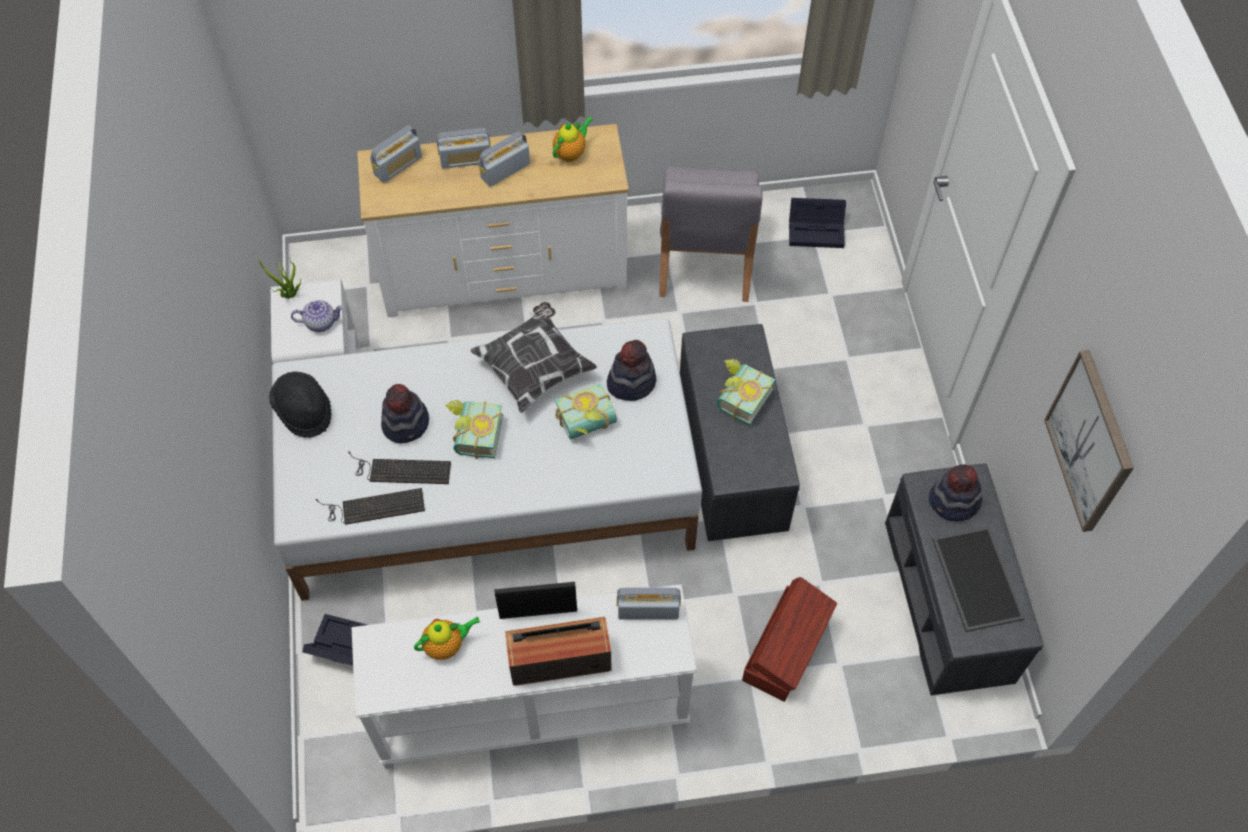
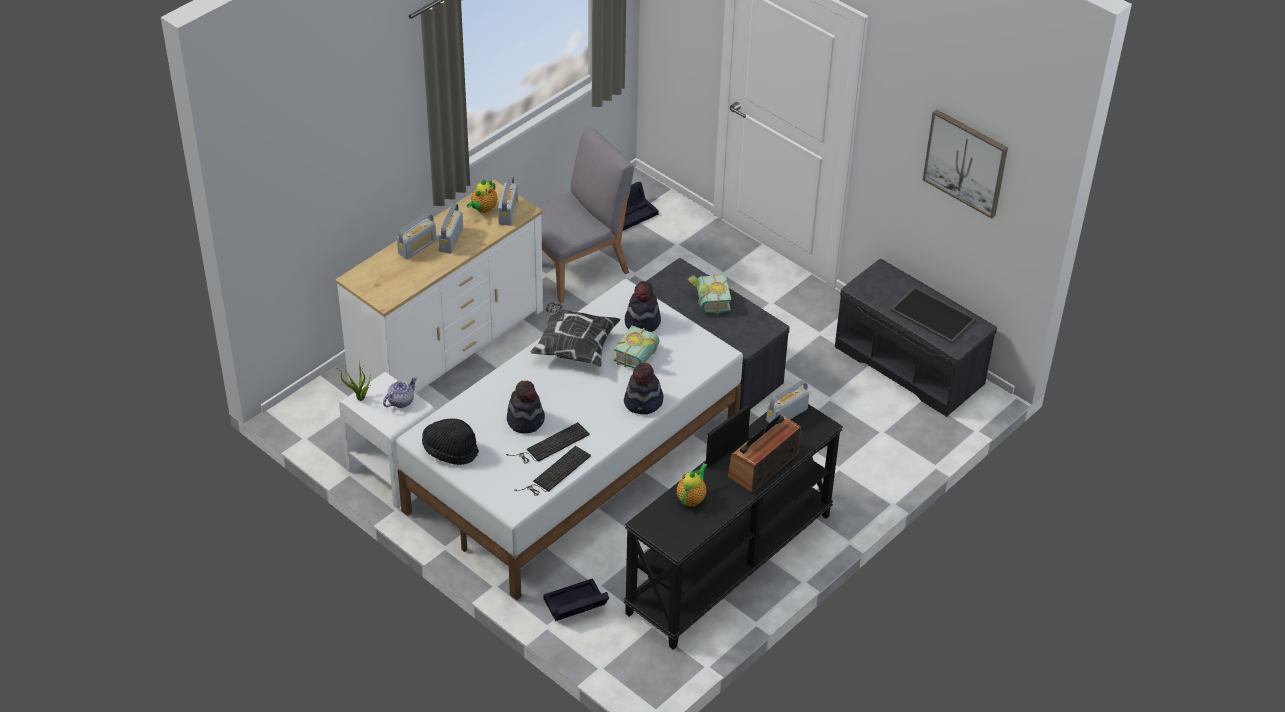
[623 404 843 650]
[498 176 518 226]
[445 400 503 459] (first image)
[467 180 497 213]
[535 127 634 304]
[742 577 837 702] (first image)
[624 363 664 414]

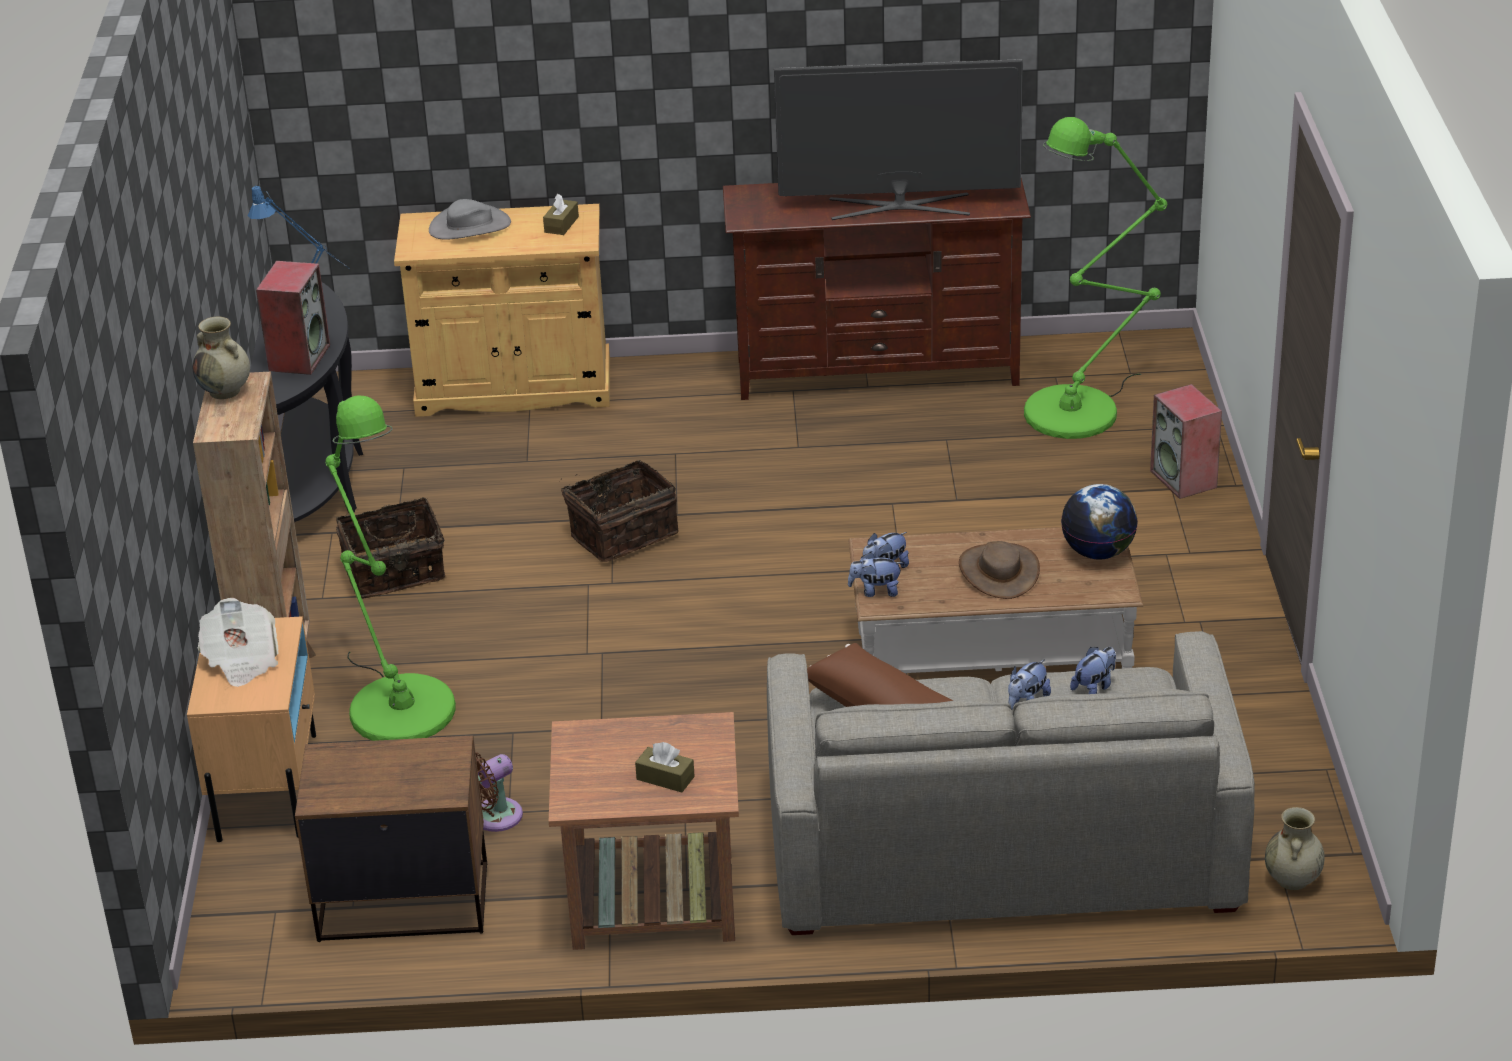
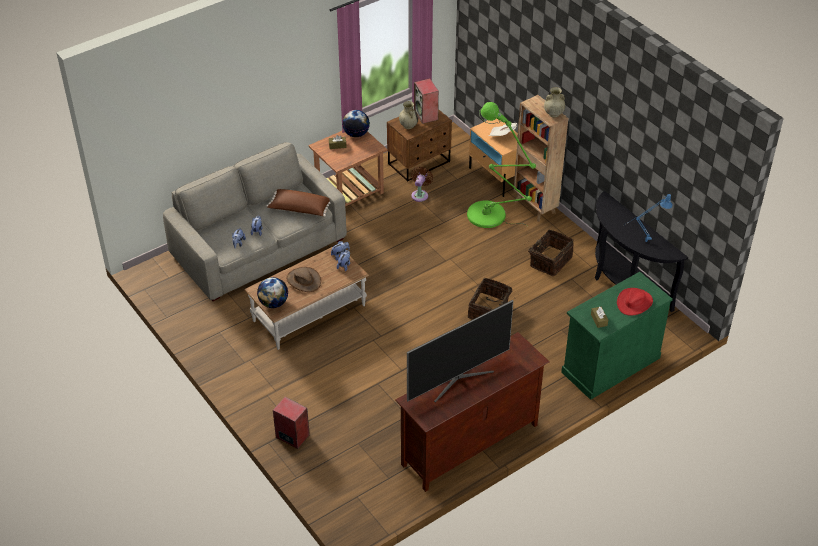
[414 78 439 124]
[561 272 673 400]
[617 288 653 316]
[1024 117 1167 439] (first image)
[399 101 418 129]
[342 110 370 137]

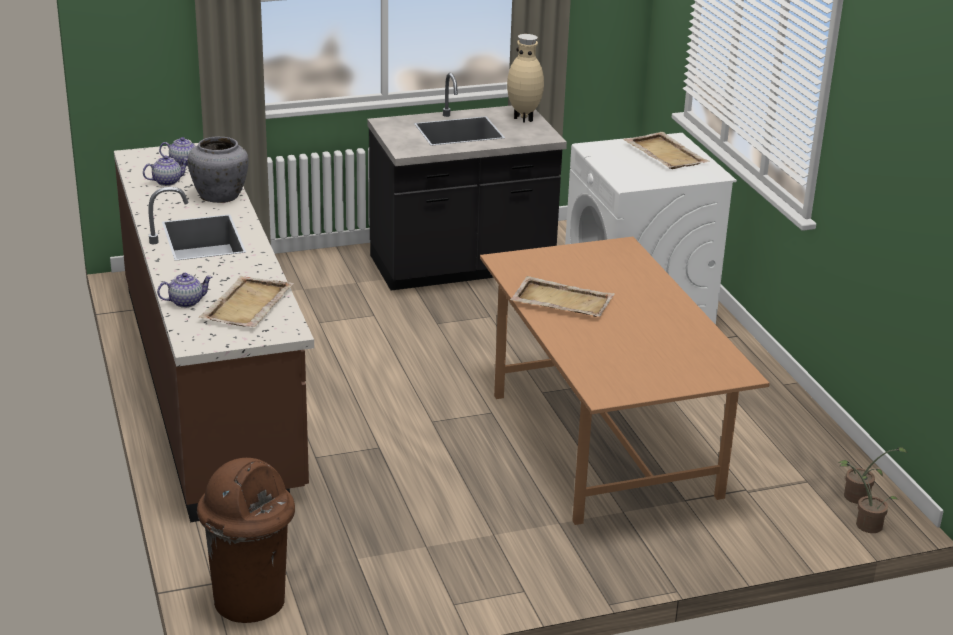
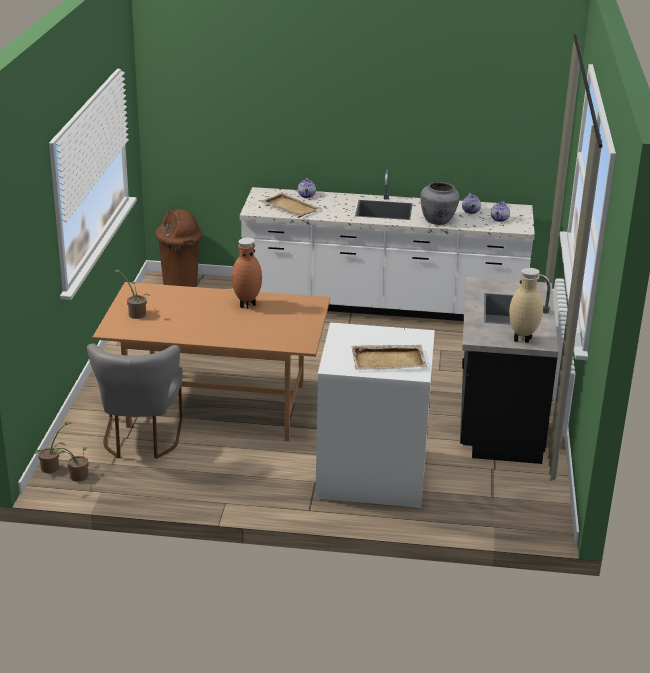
[240 169 535 321]
[232 238 262 309]
[87 343 183 459]
[115 270 150 319]

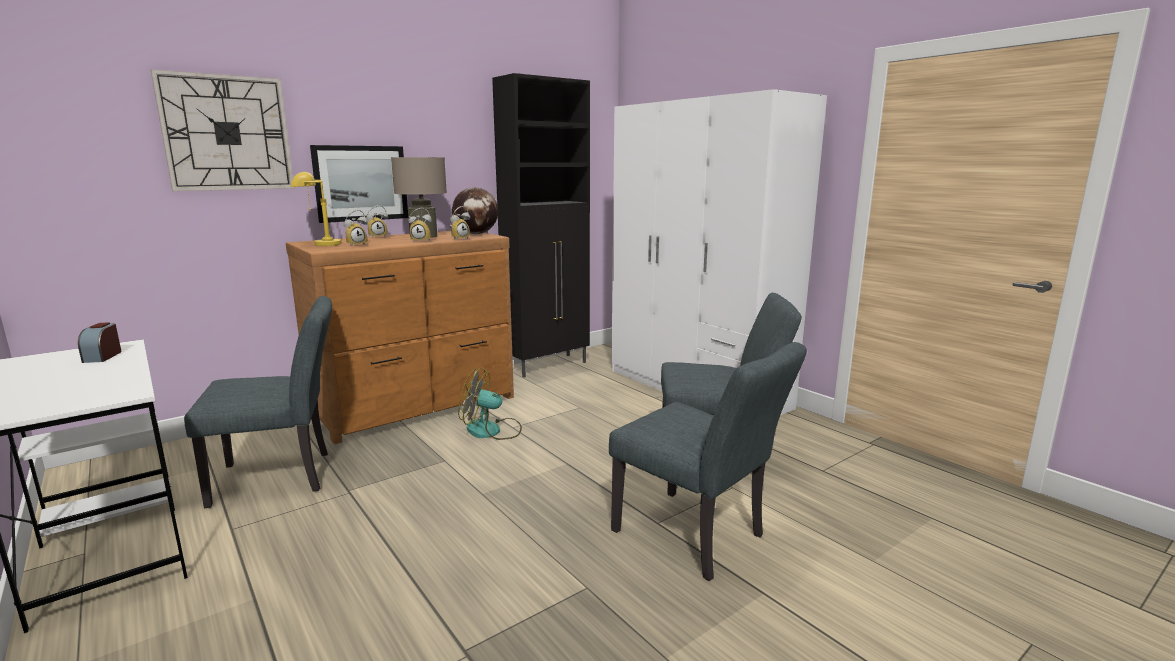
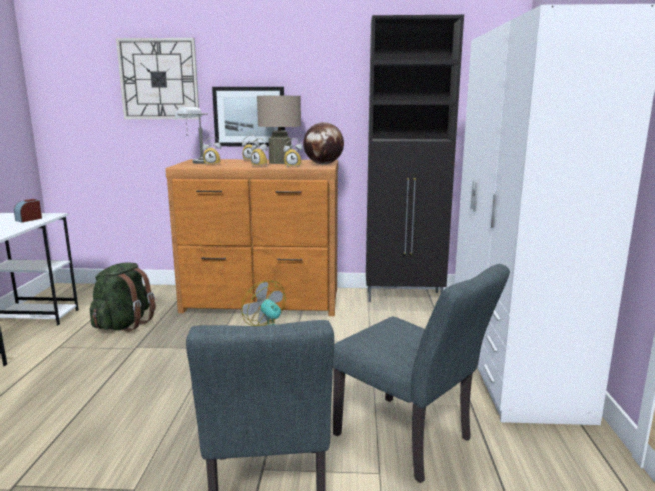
[90 262 156 332]
[175 107 208 164]

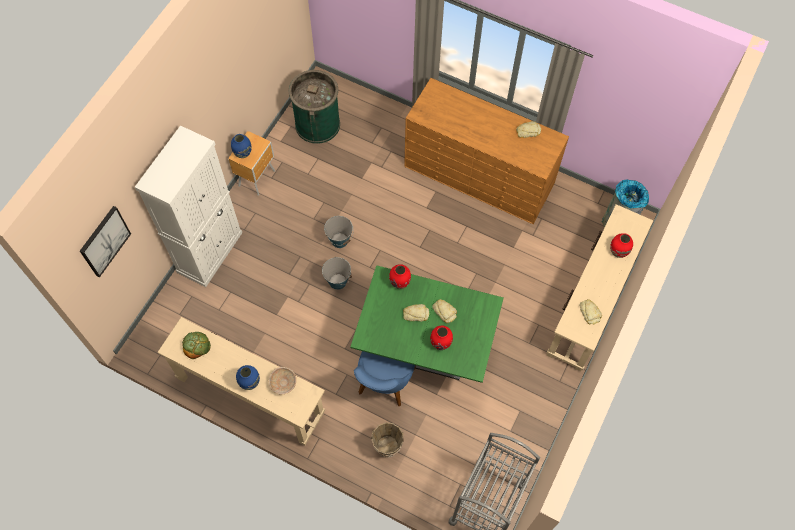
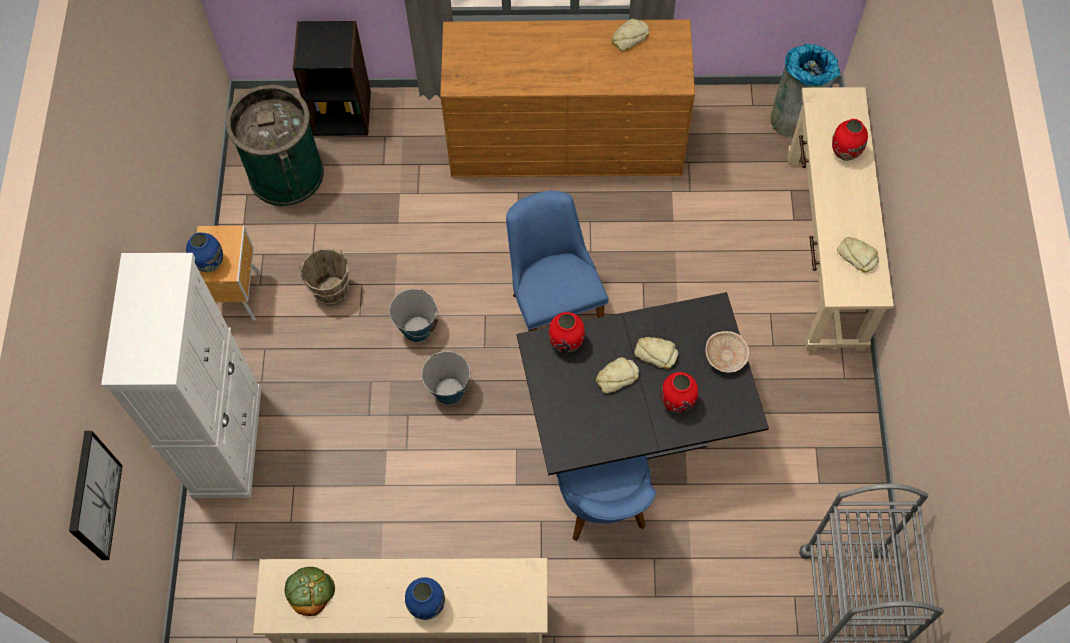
[705 331 750 373]
[517 292 769 475]
[299 249 349 306]
[293 21 371 136]
[506 191 609 331]

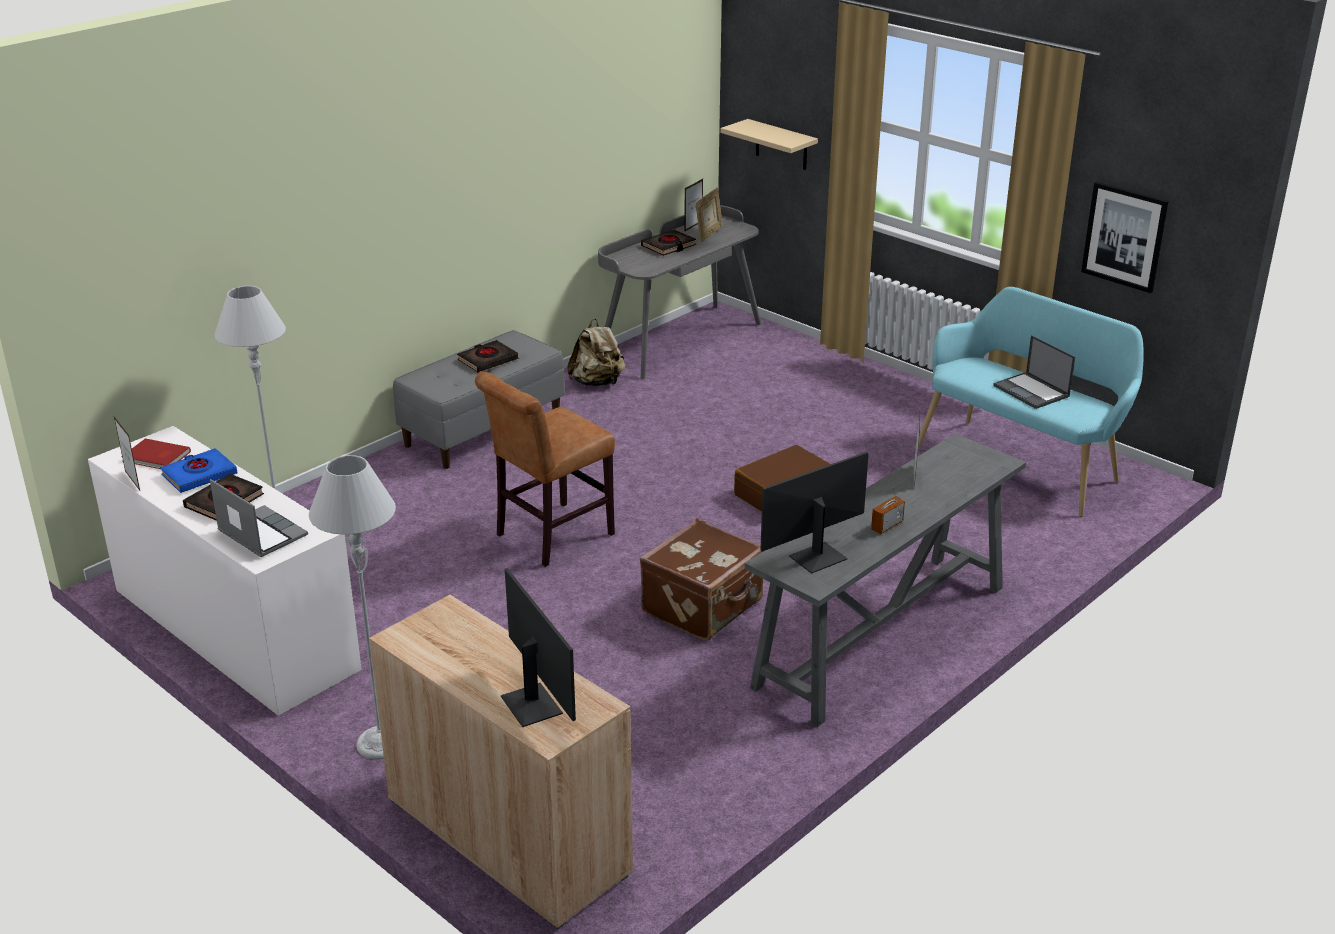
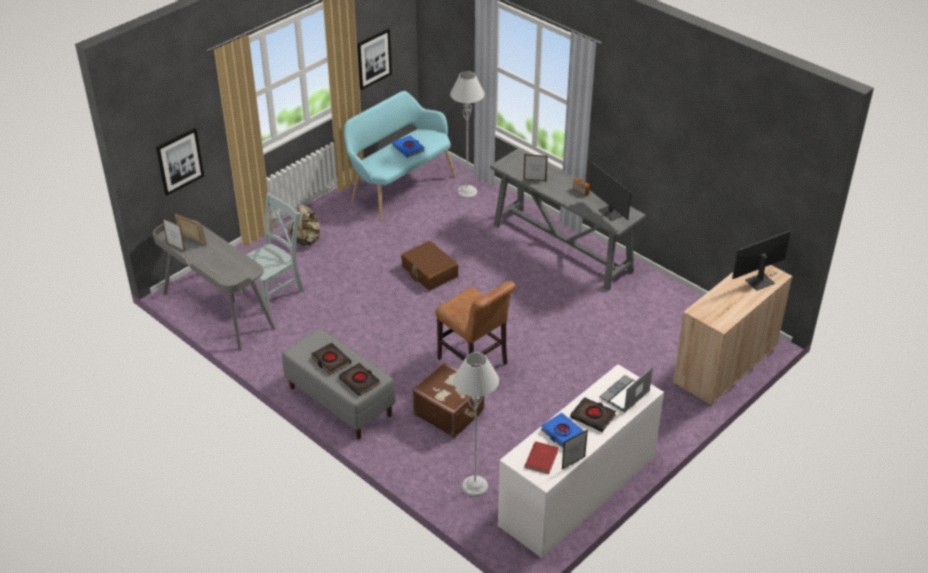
[450 71 485 198]
[288 205 320 246]
[412 362 484 438]
[339 363 380 396]
[156 128 204 196]
[392 136 425 158]
[241 192 304 312]

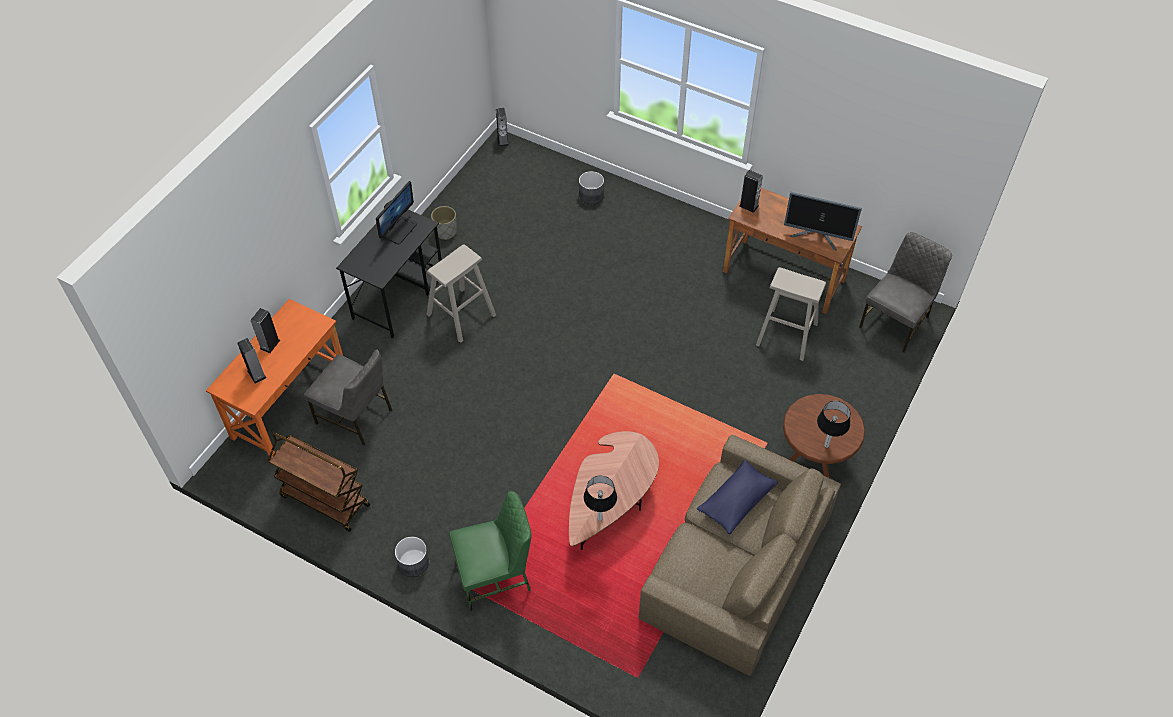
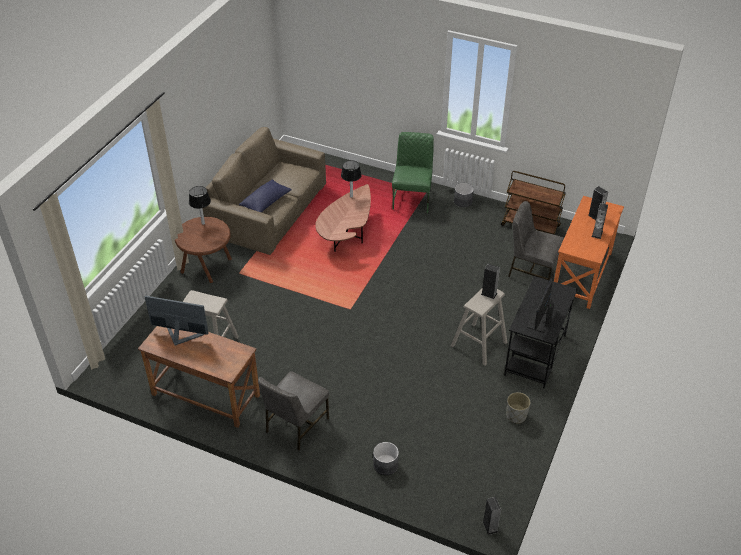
[392 132 434 213]
[481 264 500 299]
[258 371 329 451]

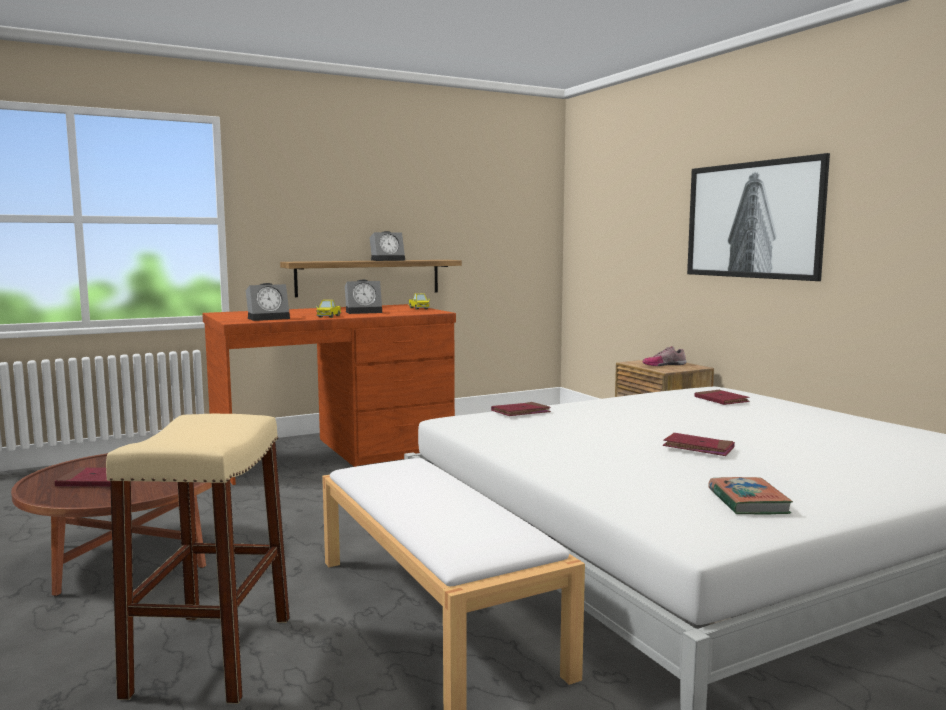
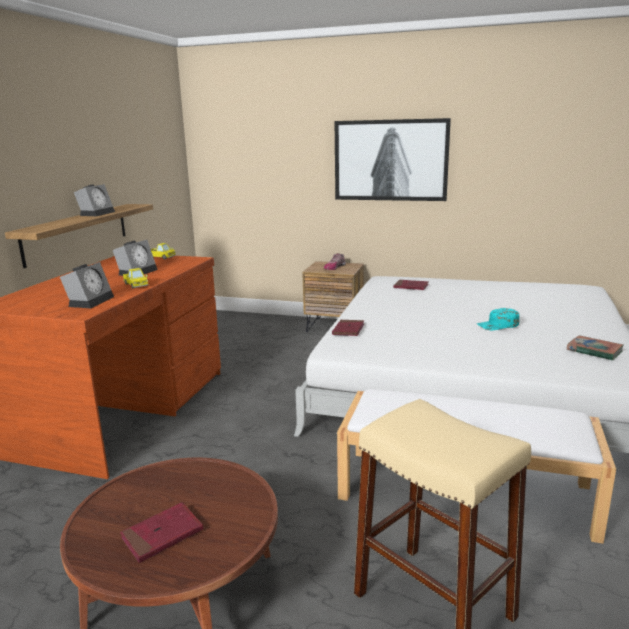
[477 308 519 330]

